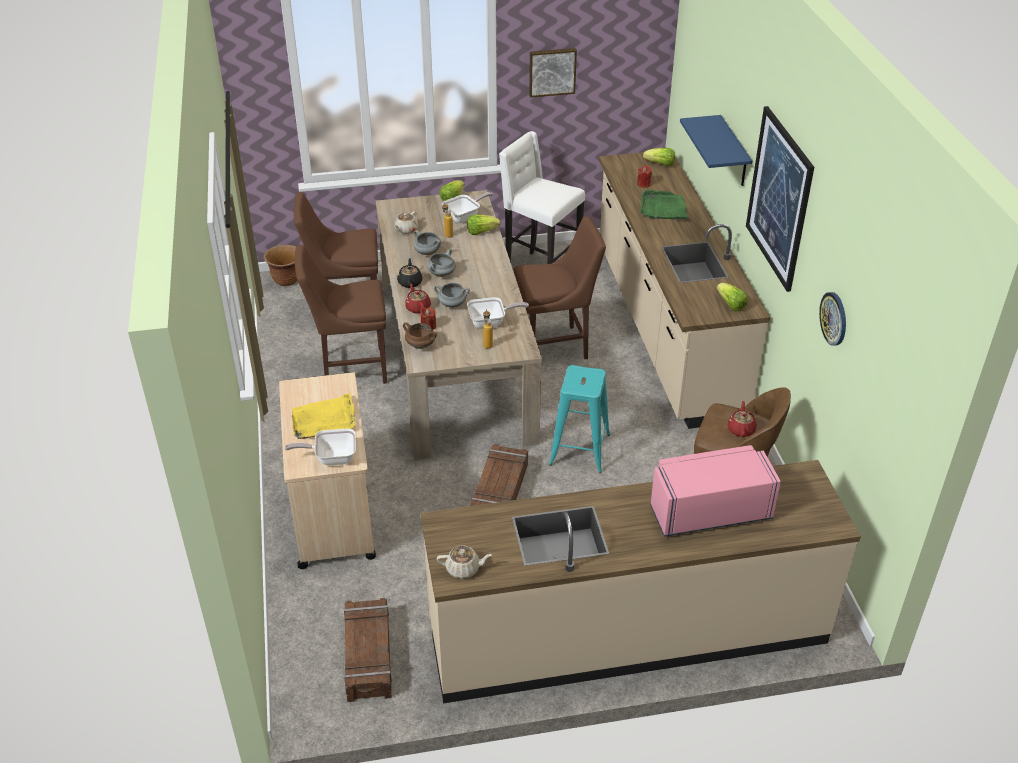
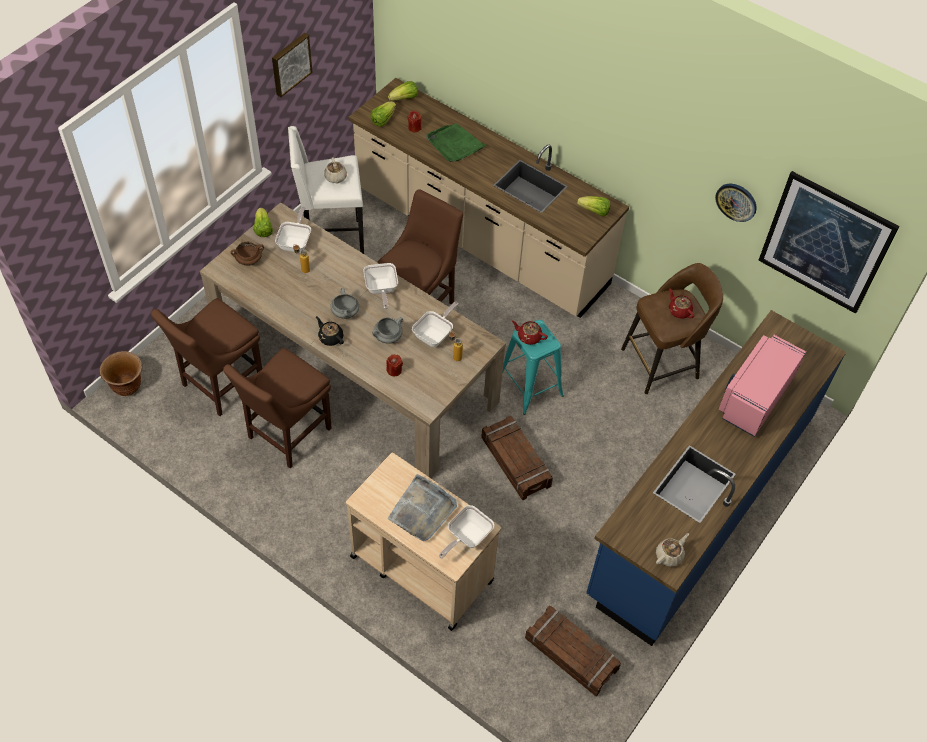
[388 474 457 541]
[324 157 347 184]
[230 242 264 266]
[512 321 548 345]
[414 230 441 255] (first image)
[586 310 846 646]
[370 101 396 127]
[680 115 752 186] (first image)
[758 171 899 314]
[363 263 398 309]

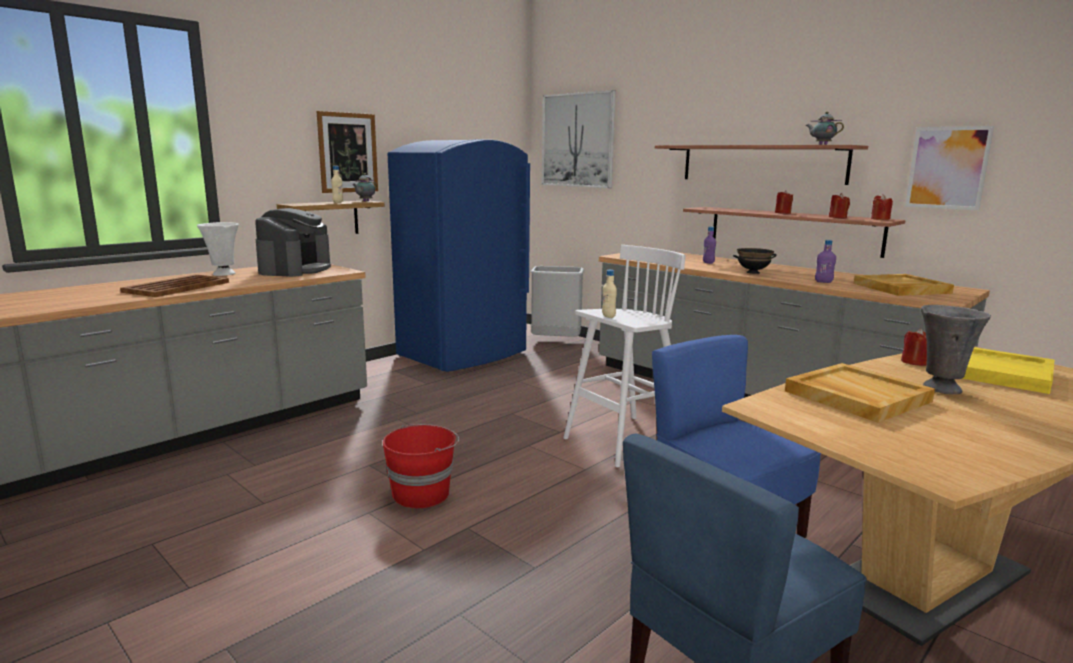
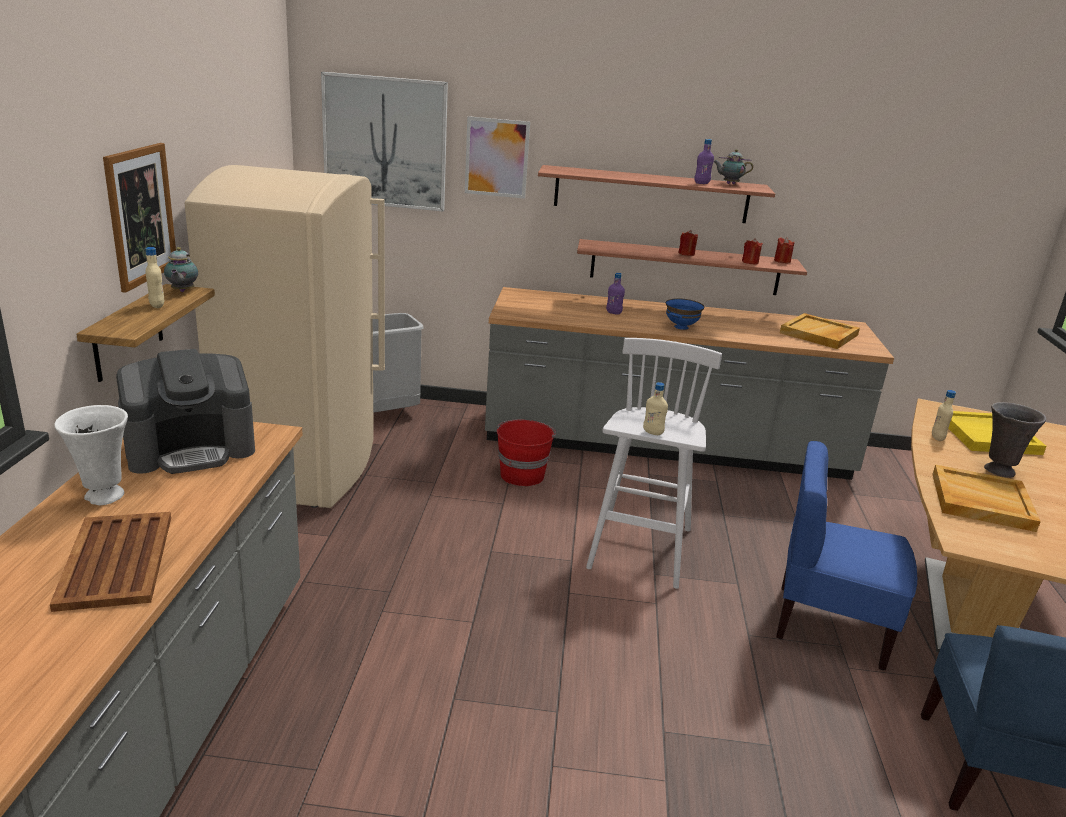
[116 349 255 474]
[497 420 556 486]
[185 165 385 508]
[666 298 704 330]
[694 139 714 184]
[932 390 956 441]
[465 116 530 199]

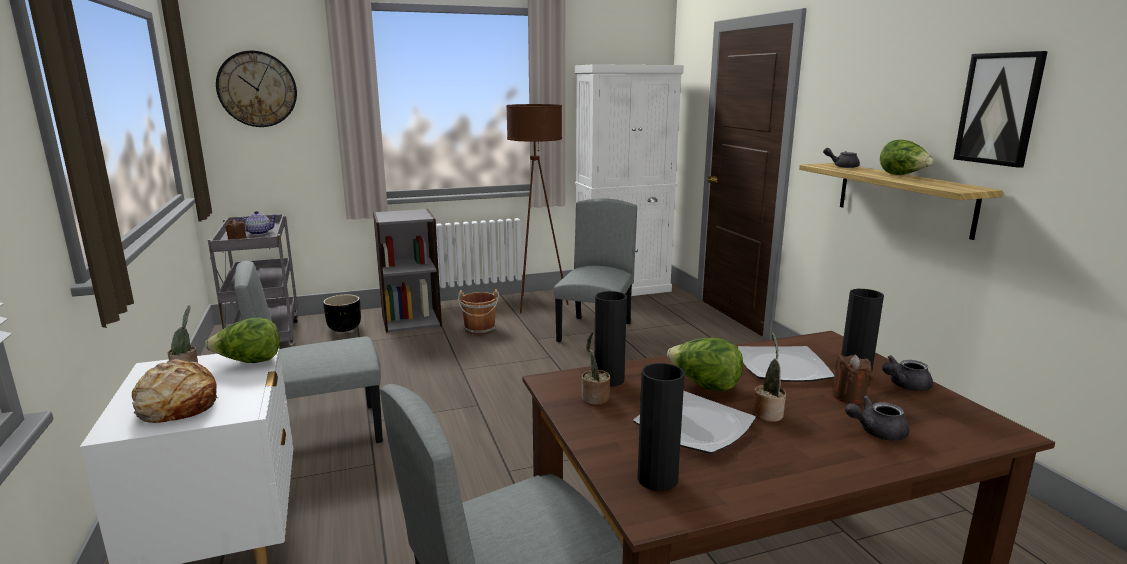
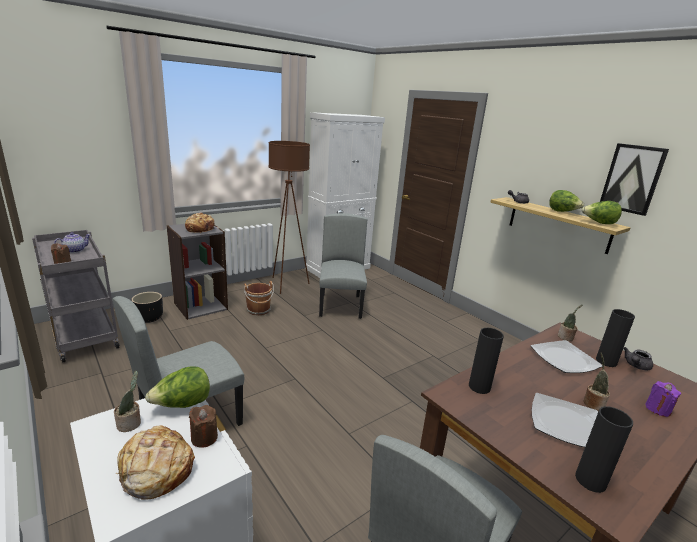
[216 50 297 127] (first image)
[558 305 582 341]
[582 201 622 224]
[189 405 218 448]
[645 381 681 417]
[185 212 218 233]

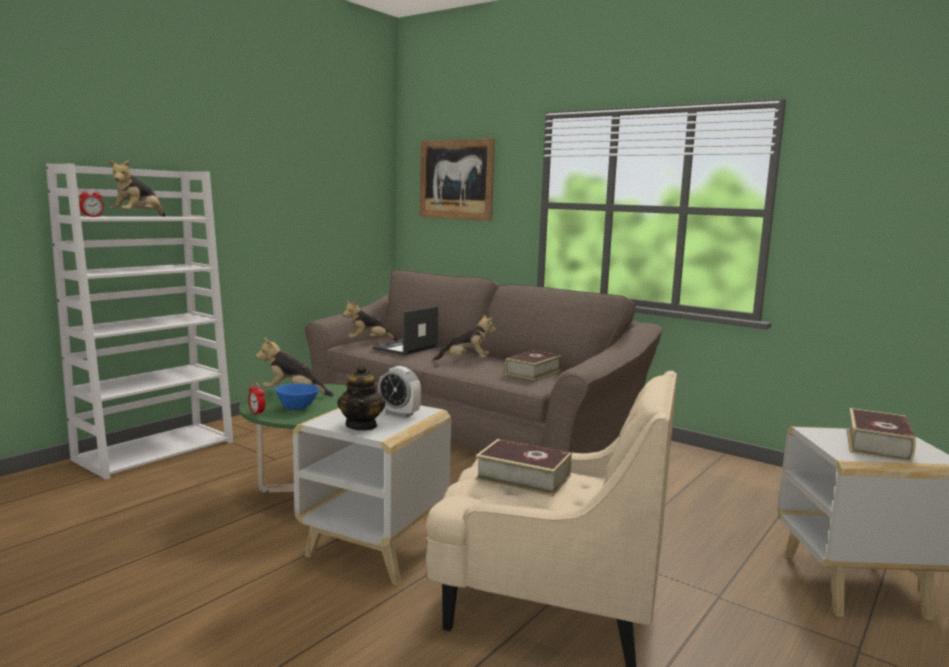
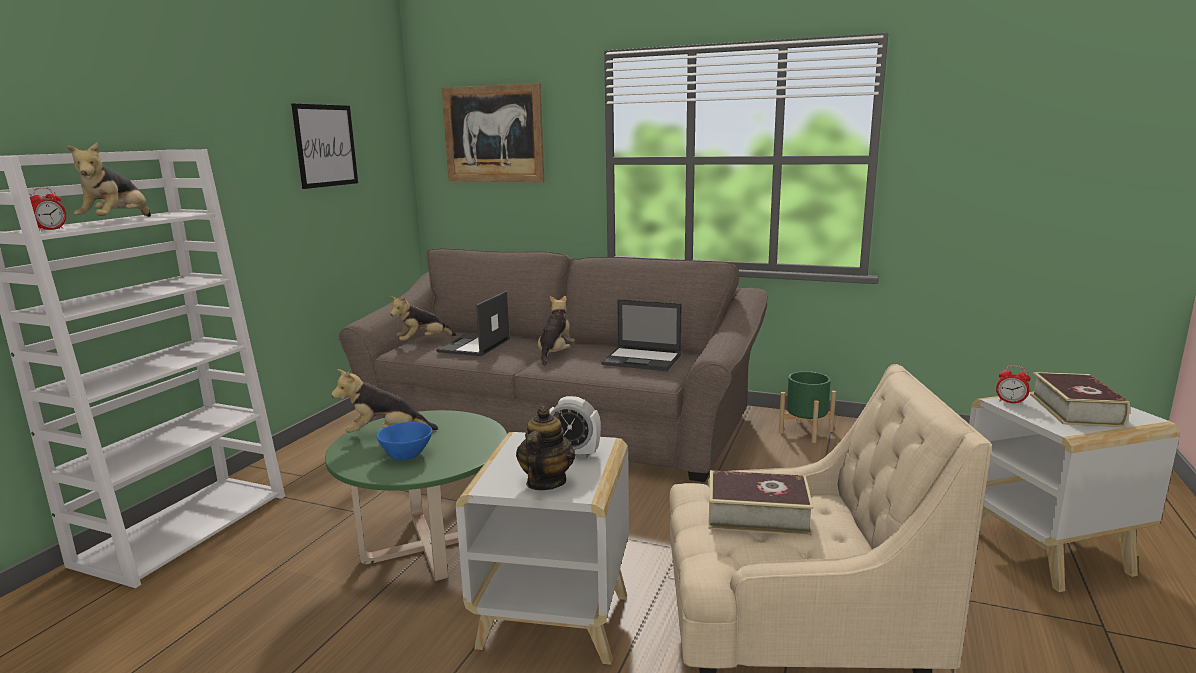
[996 365 1031 405]
[516 406 575 490]
[538 296 575 366]
[601 299 682 371]
[291 104 358 189]
[779 371 836 443]

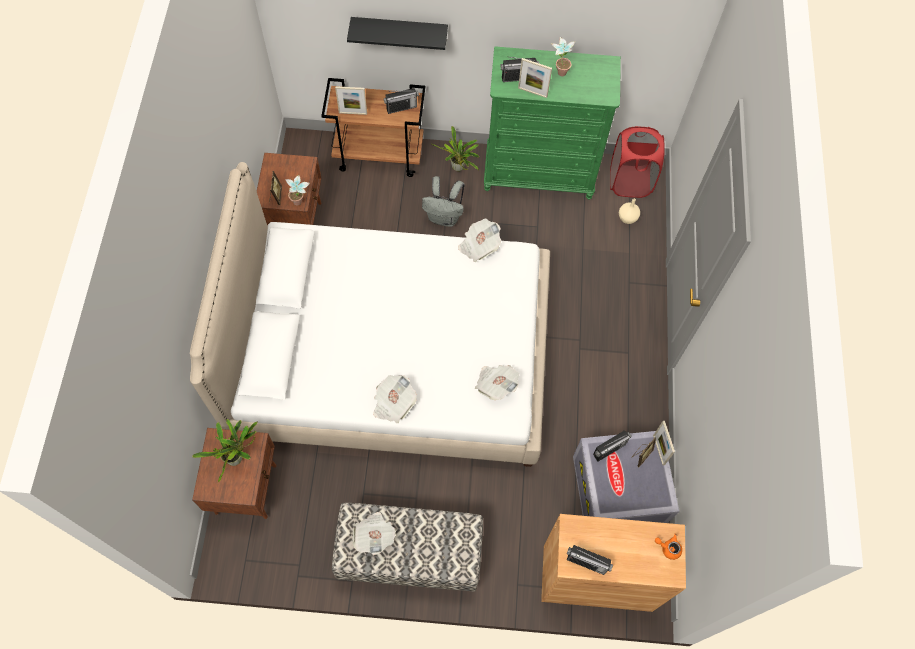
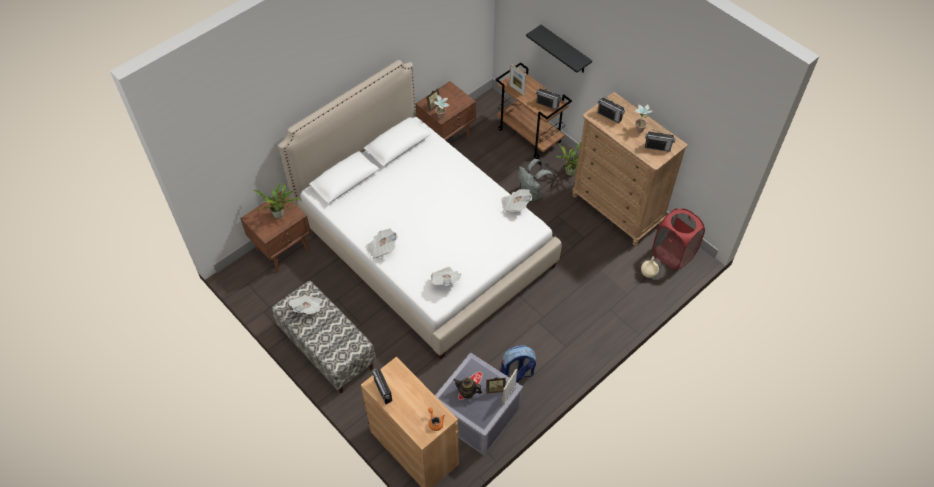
[573 92 688 246]
[518 58 552 98] (first image)
[645 129 675 152]
[454 378 482 399]
[501 345 536 382]

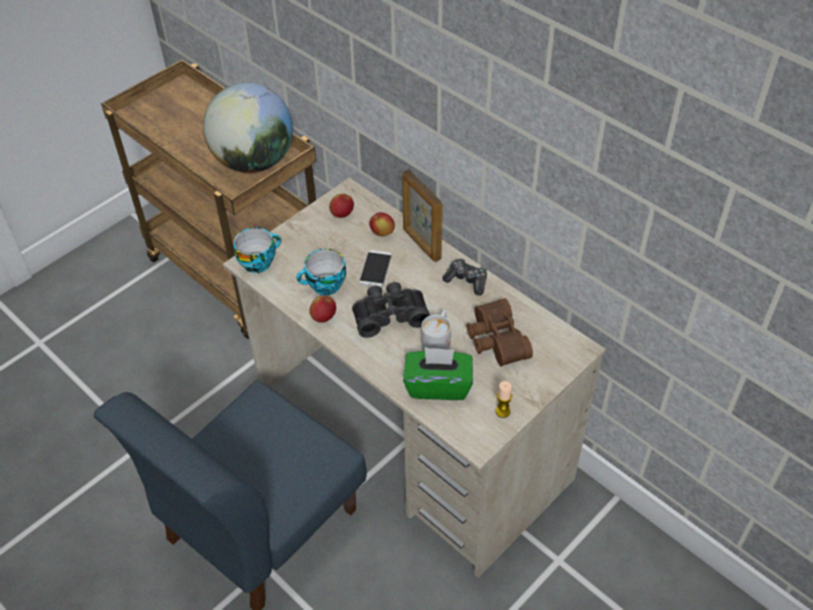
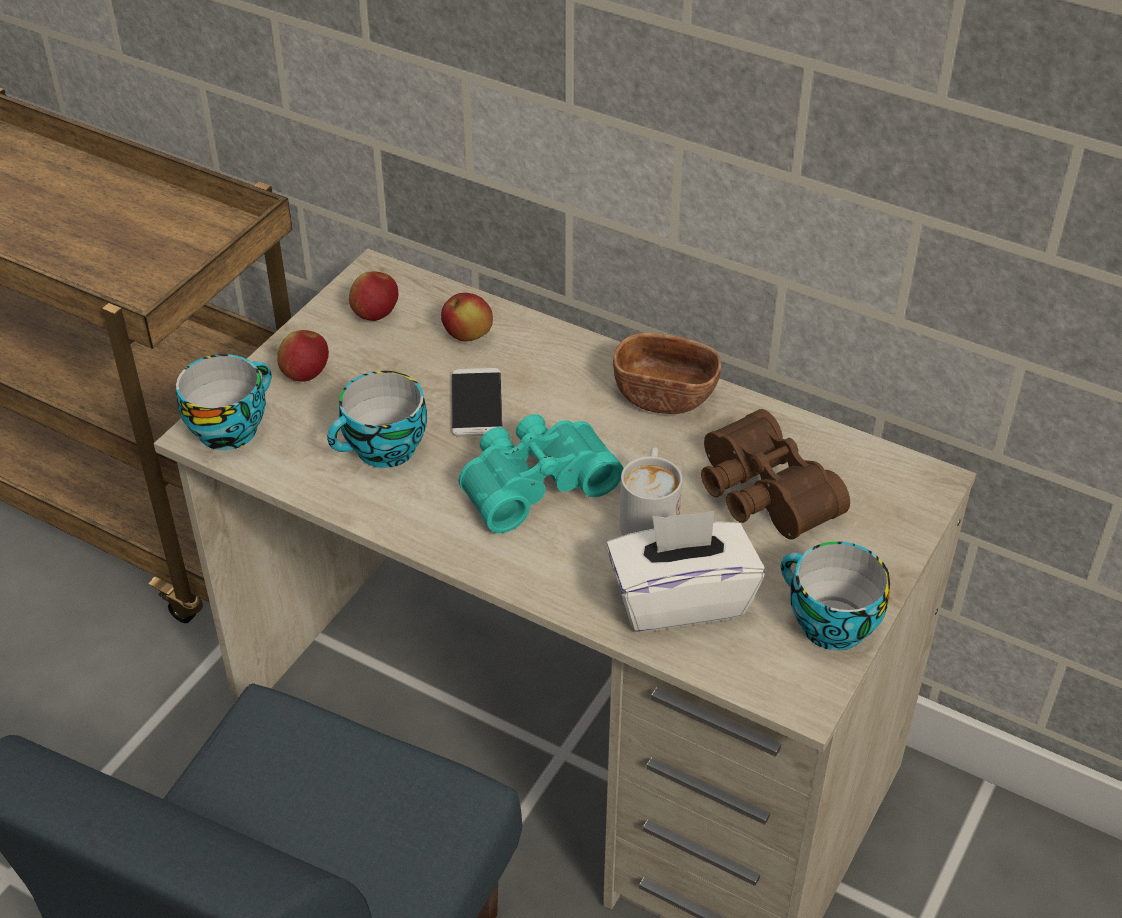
[203 83 293 173] (first image)
[277 330 329 382]
[459 414 624 533]
[402 169 443 262] (first image)
[606 511 765 632]
[613 333 721 414]
[781 541 890 651]

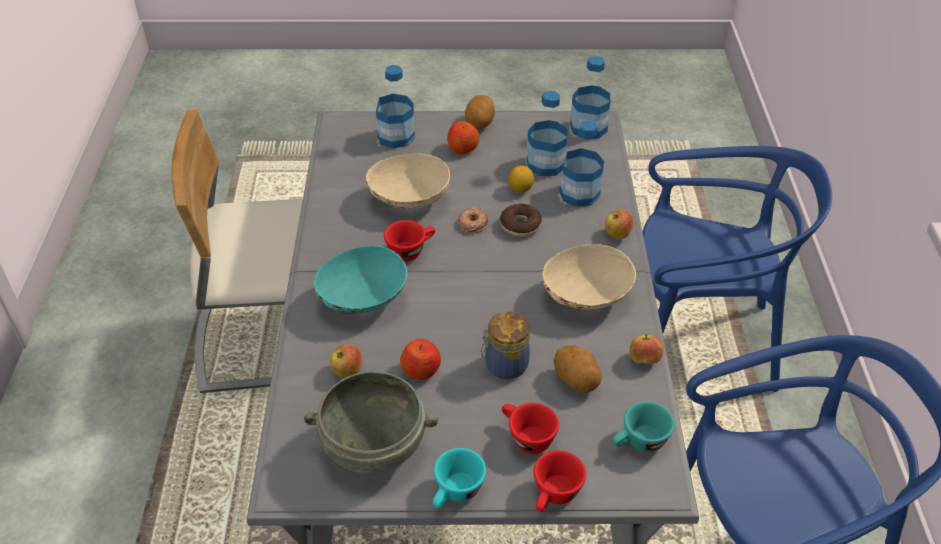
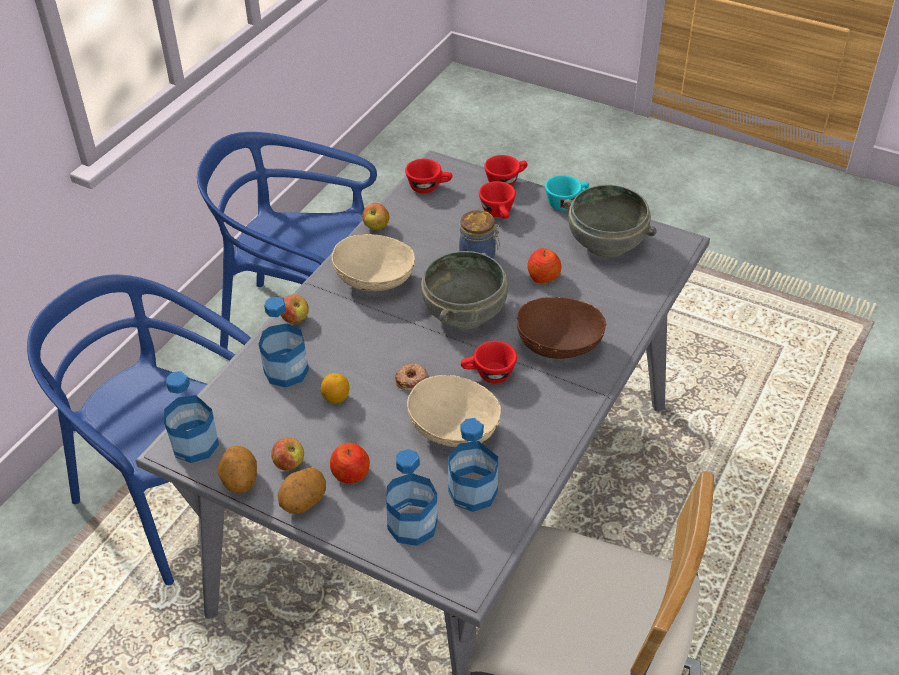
[516 297 607 359]
[271 437 304 470]
[500 204 542 237] (first image)
[448 418 498 512]
[218 446 257 493]
[405 159 453 193]
[421 251 508 330]

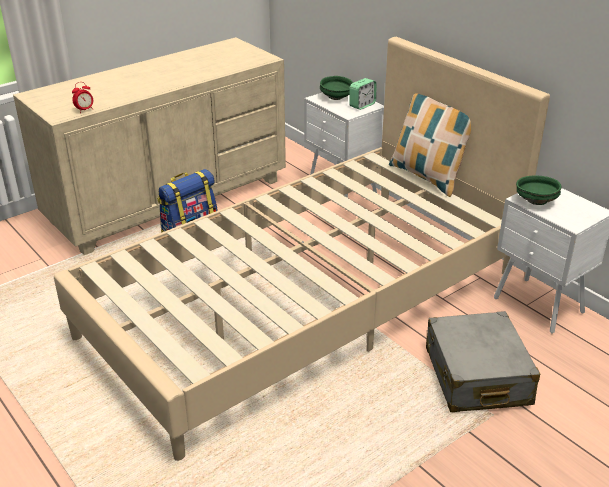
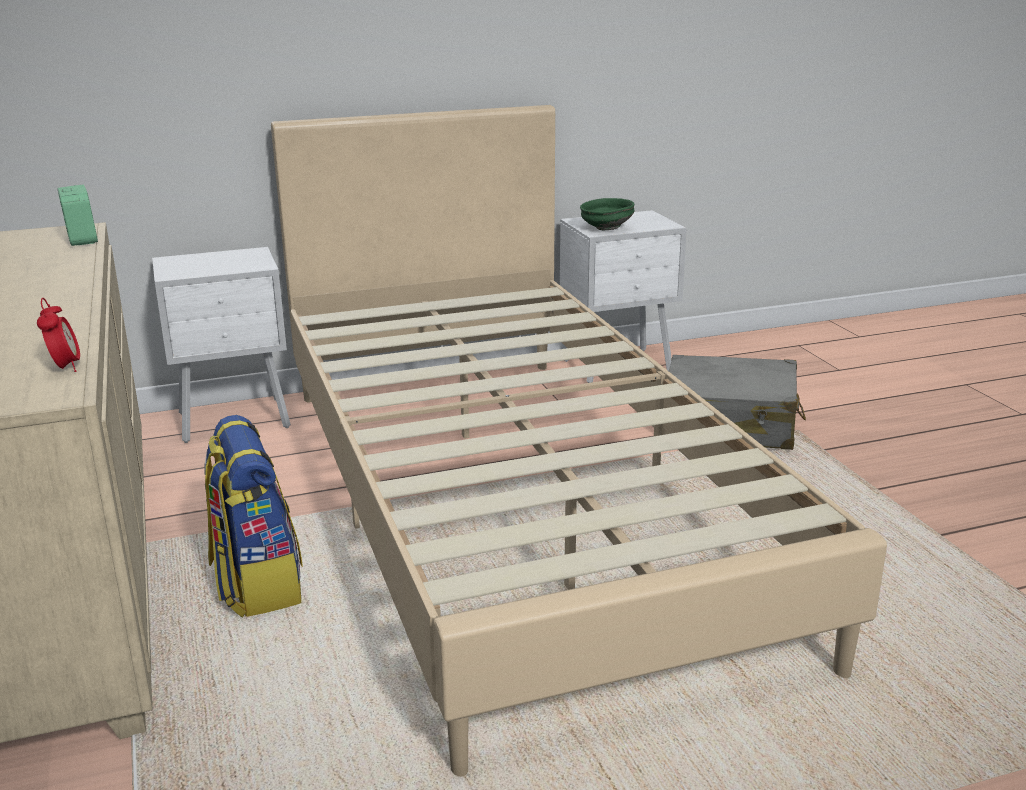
[320 76 353 100] (first image)
[58 184 98 246]
[389 93 471 197] (first image)

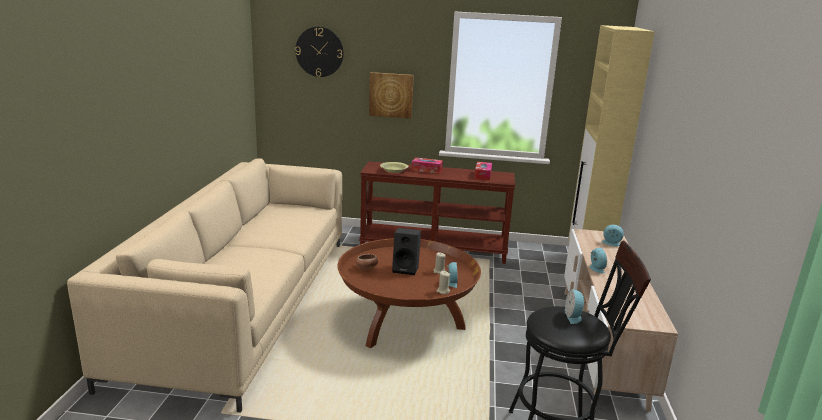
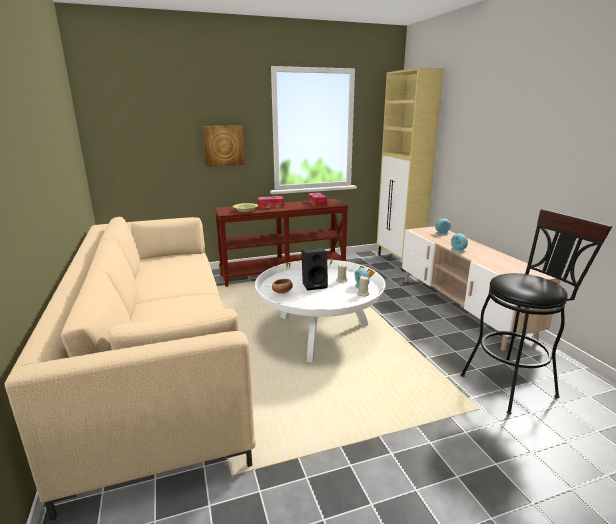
[295 27 344 77] (first image)
[255 259 385 363]
[565 289 586 324] (first image)

